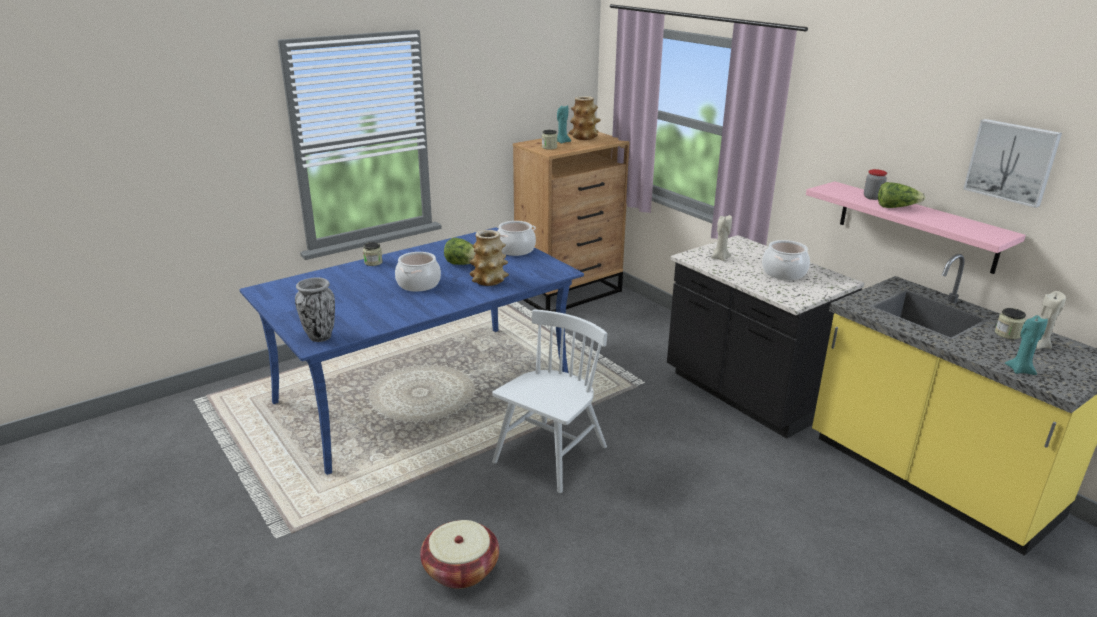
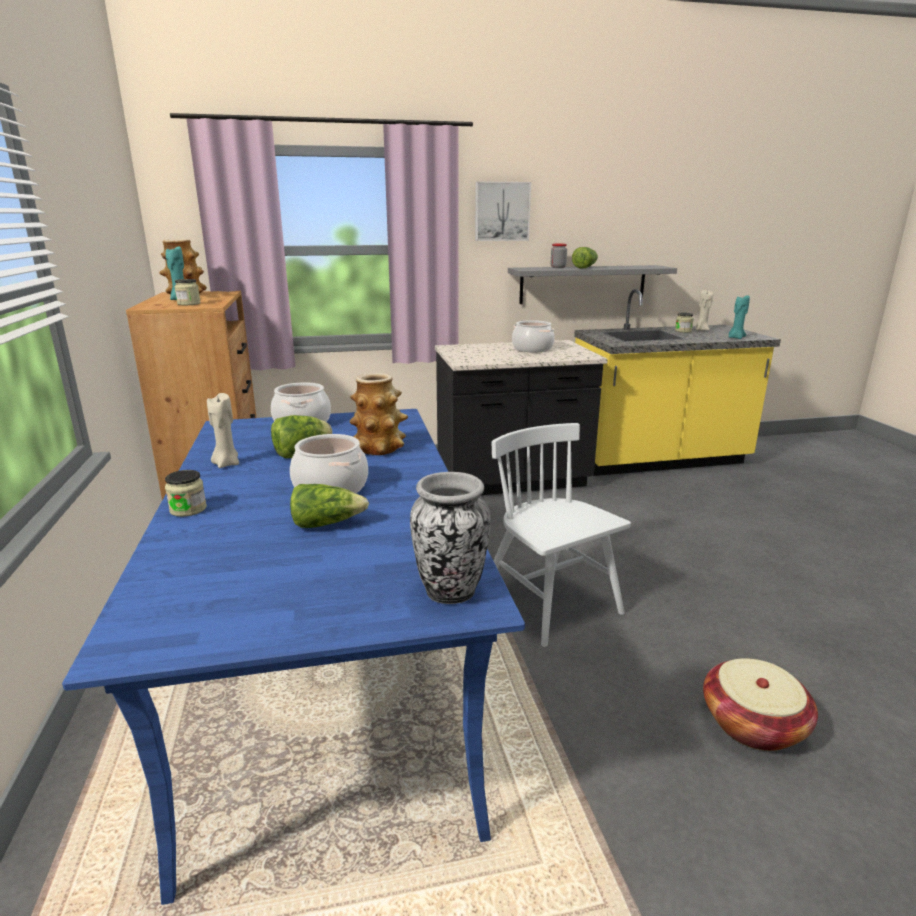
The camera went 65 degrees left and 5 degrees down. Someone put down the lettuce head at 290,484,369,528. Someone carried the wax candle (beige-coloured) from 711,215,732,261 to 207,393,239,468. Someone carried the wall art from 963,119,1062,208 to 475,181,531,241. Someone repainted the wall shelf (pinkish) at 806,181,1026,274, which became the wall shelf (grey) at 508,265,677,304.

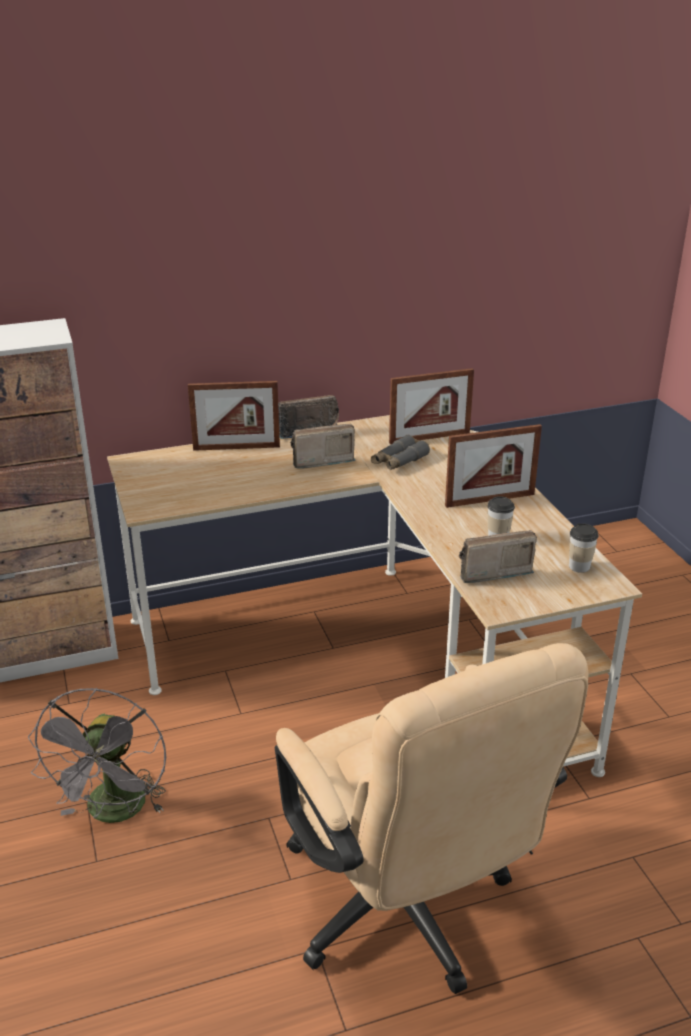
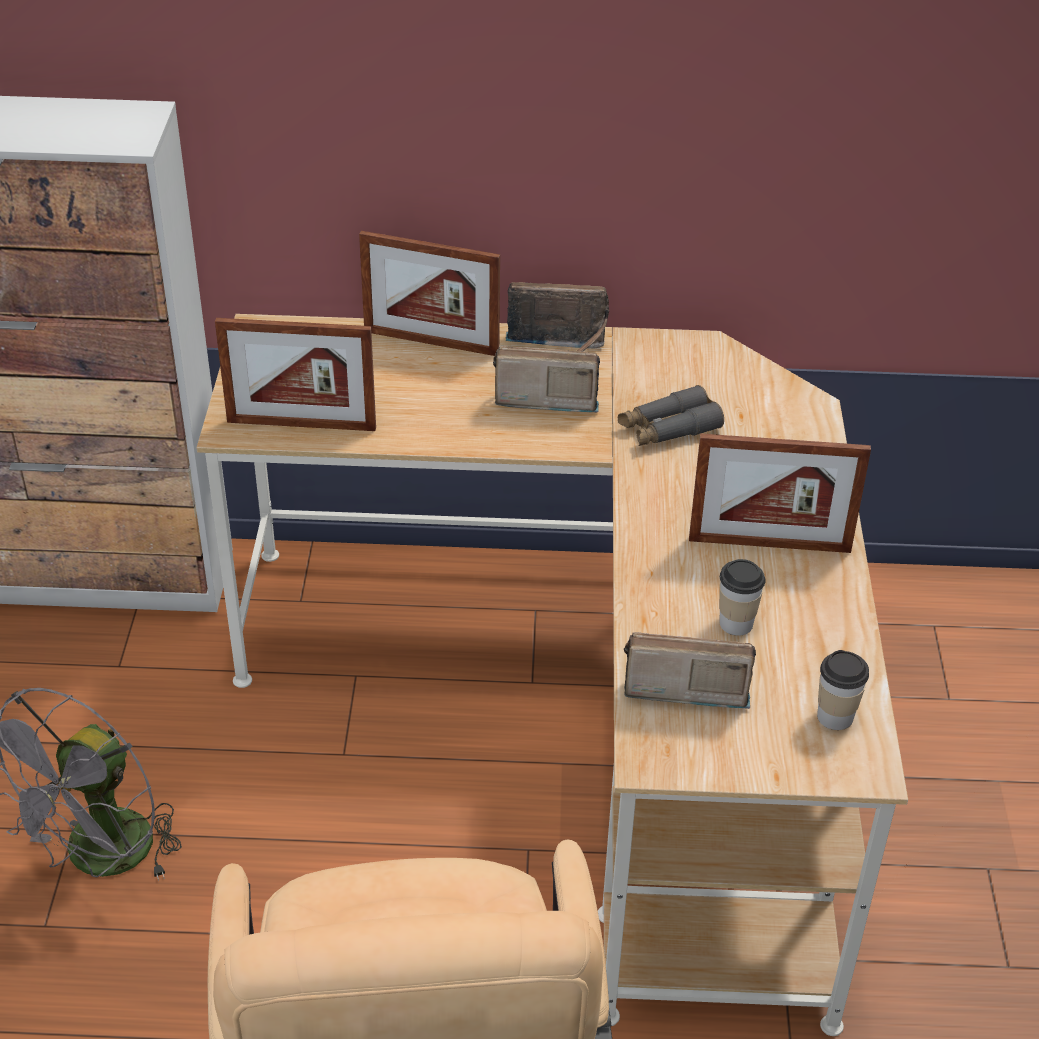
The camera went 20 degrees right and 10 degrees up. Someone carried the standing frame from 389,368,474,444 to 215,318,376,431.

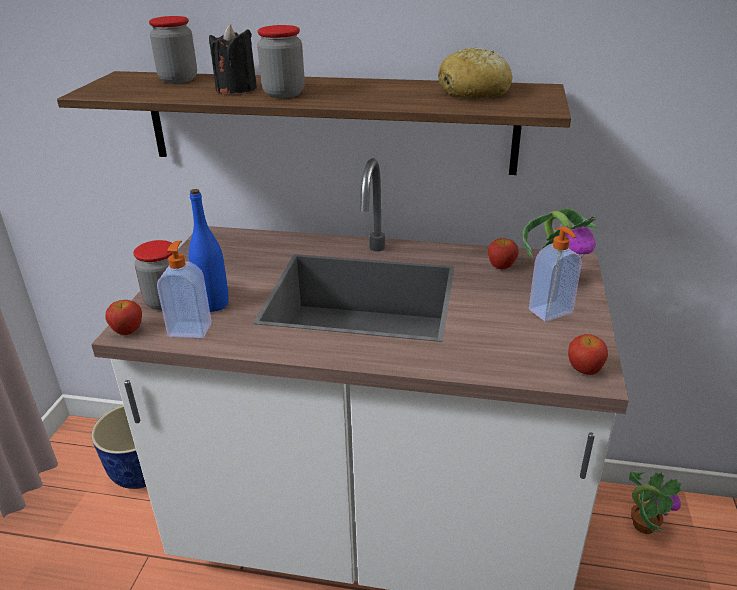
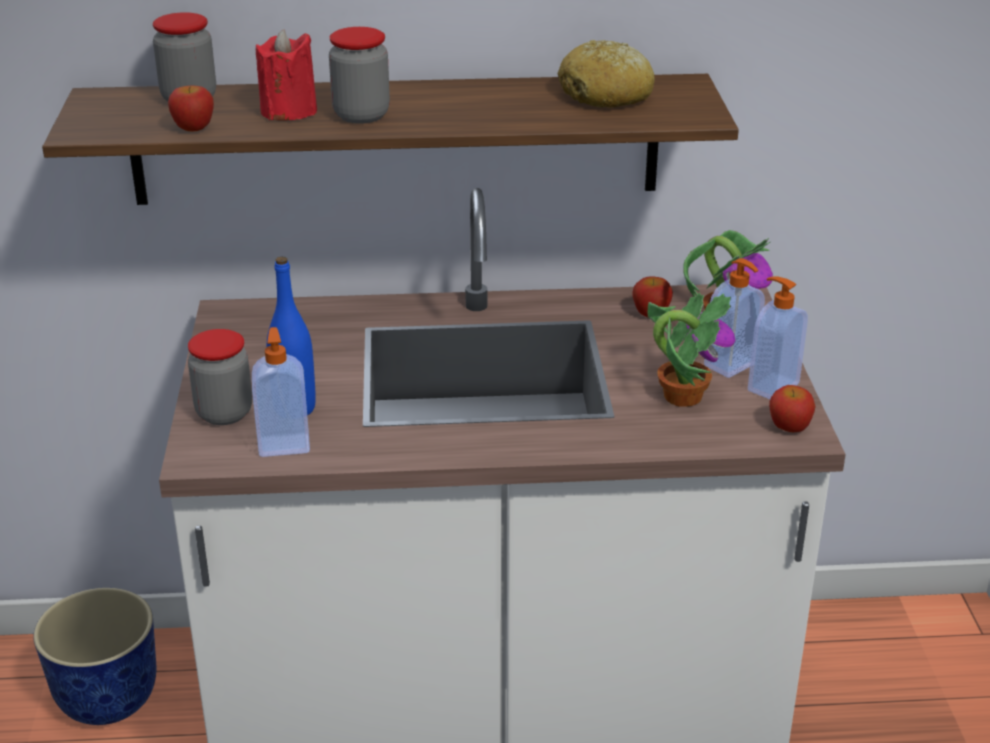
The camera went 15 degrees left and 0 degrees up. Someone put down the soap bottle at 748,276,808,399. Someone carried the whole apple from 105,300,142,335 to 168,85,214,131. Someone carried the potted plant from 629,471,682,534 to 648,292,735,407. Someone repainted the wax candle (blackish) at 209,24,257,93, which became the wax candle (red-coloured) at 255,29,317,121.

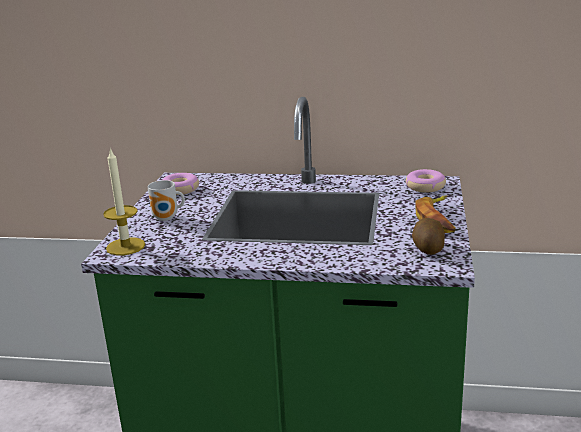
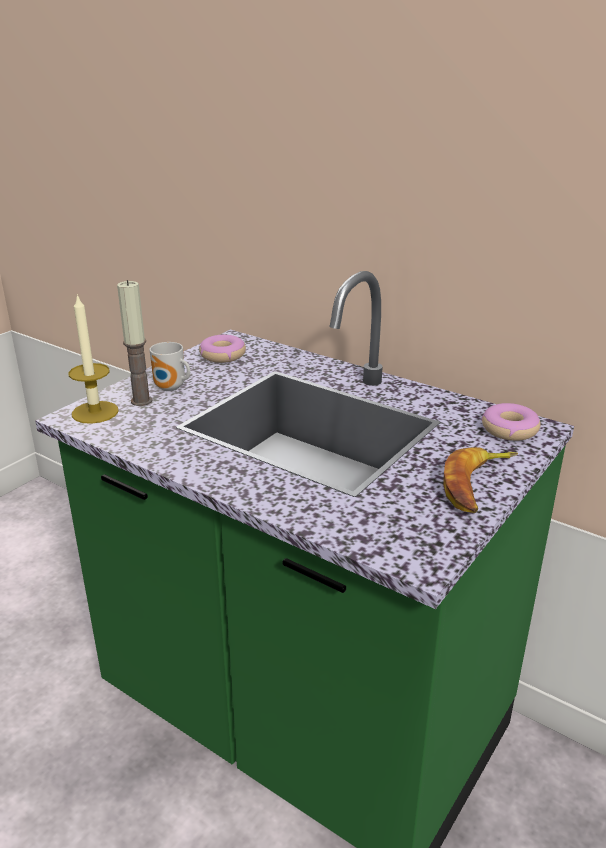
The camera went 25 degrees right and 5 degrees up. Someone took away the spud at 412,218,445,255. Someone put down the wax candle at 117,280,152,406.

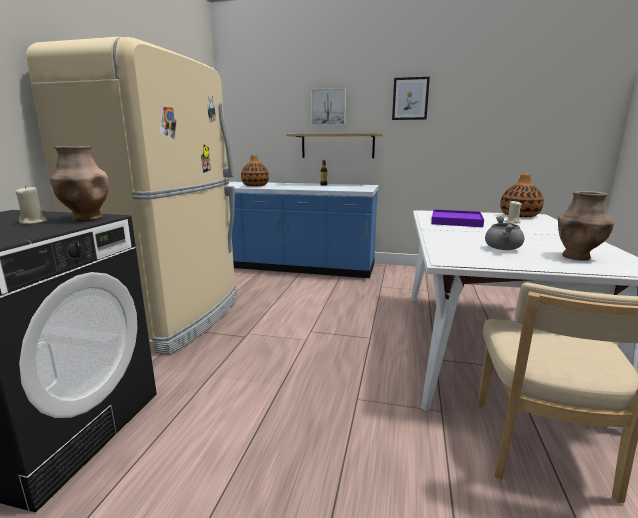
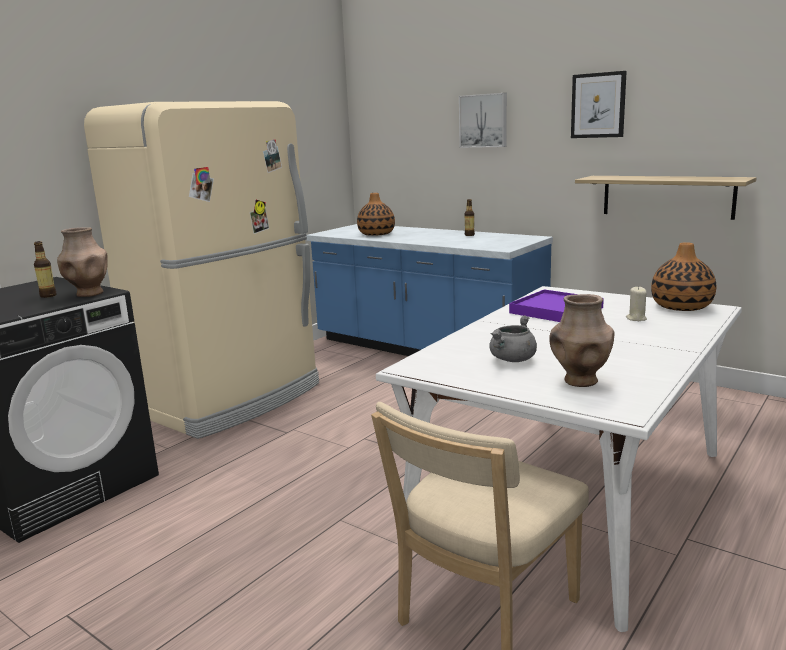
The camera went 25 degrees right and 0 degrees up. Someone carried the wall shelf from 286,133,384,158 to 575,176,757,220. Someone swapped the wax candle (beige-coloured) at 15,185,47,224 for the drink bottle at 34,241,57,298.

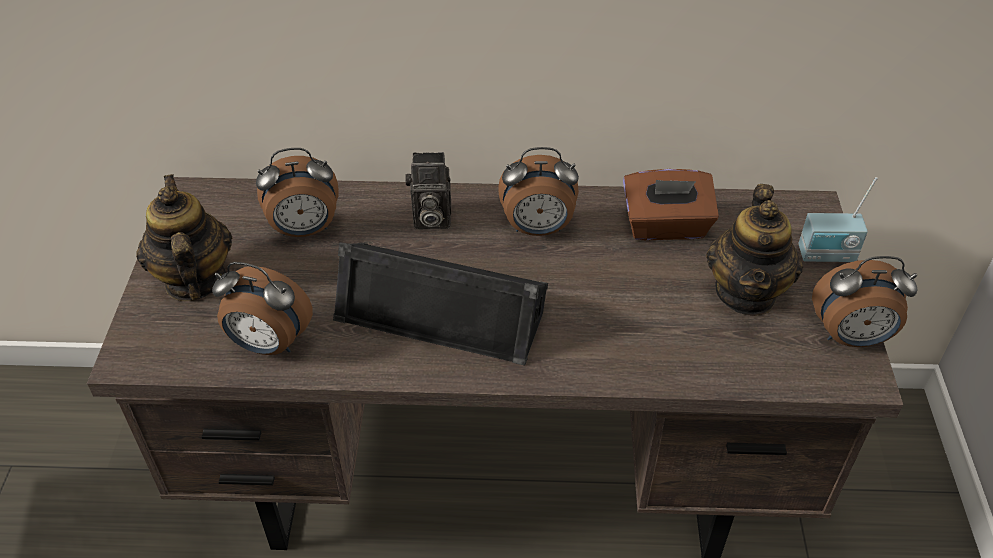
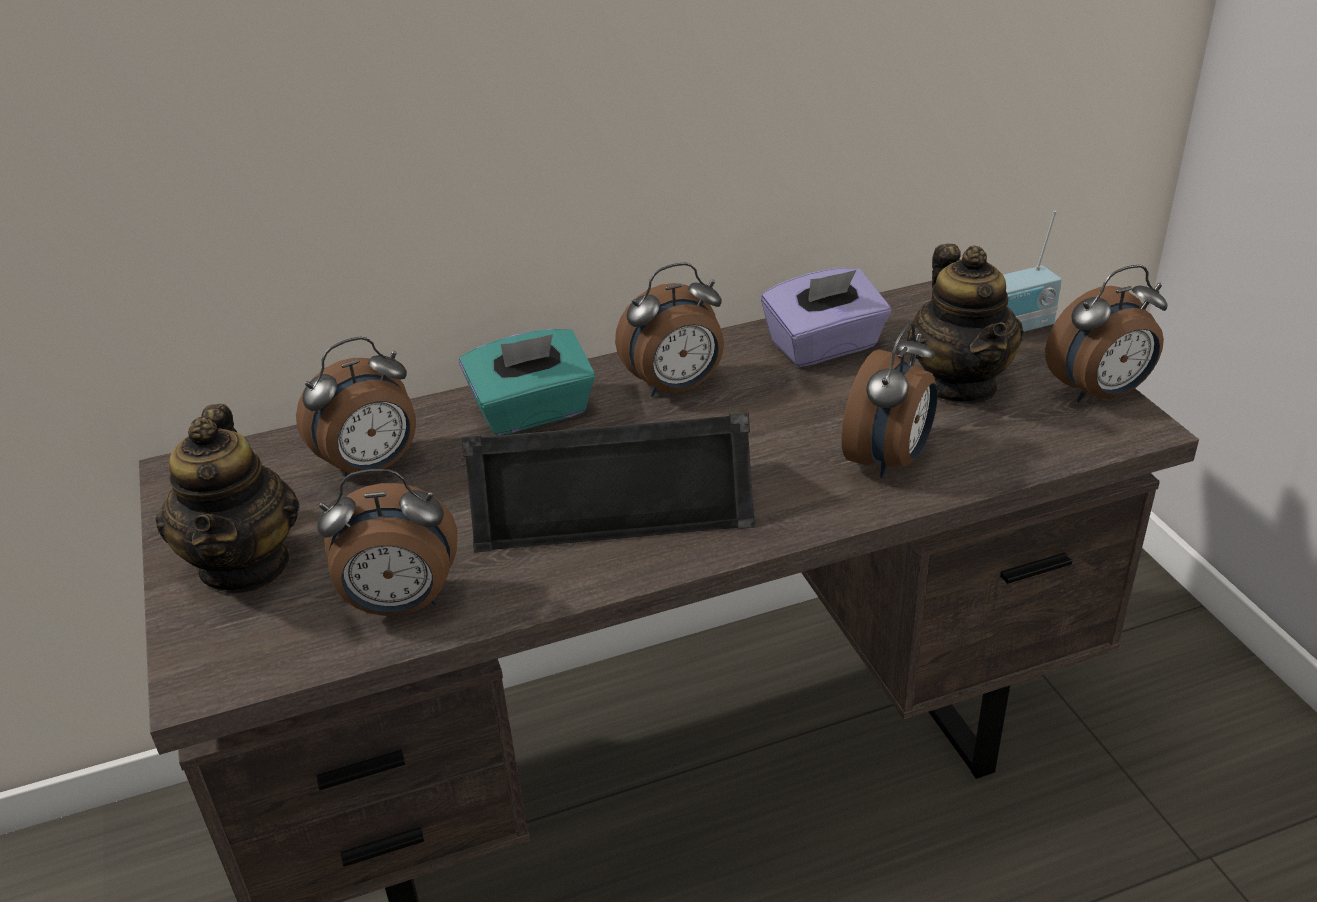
The camera went 20 degrees left and 10 degrees down. Someone put down the alarm clock at 841,323,938,478. Someone swapped the photo camera at 405,152,451,229 for the box of tissues (turquoise-coloured) at 459,329,596,436. Someone repainted the box of tissues (brownish) at 623,169,719,240, which became the box of tissues (purple) at 761,268,891,367. Someone rotated the teapot at 136,174,232,301 by 150 degrees counterclockwise.

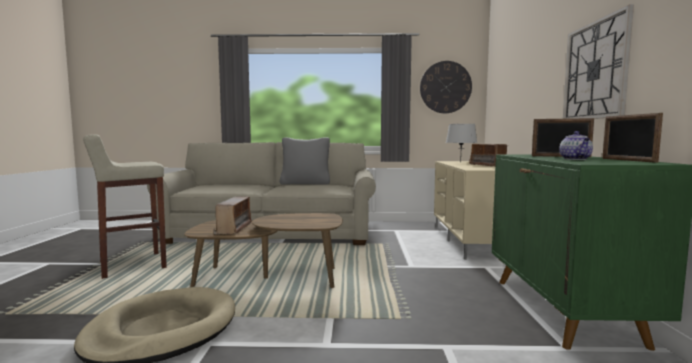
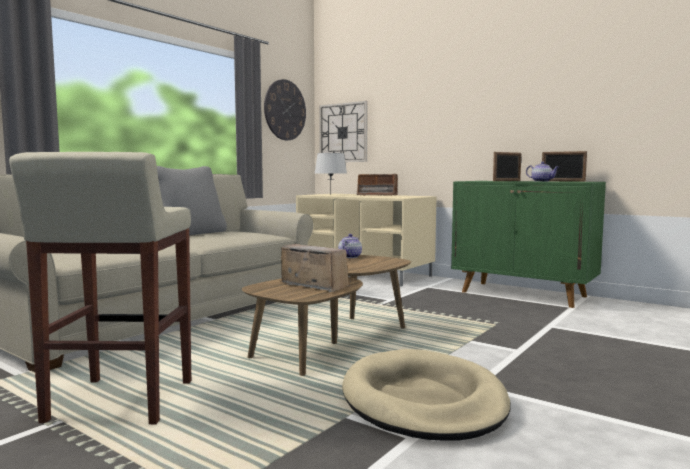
The camera went 55 degrees left and 0 degrees up. Someone put down the teapot at 338,234,362,258. Someone carried the wall clock from 563,4,634,119 to 319,101,368,162.

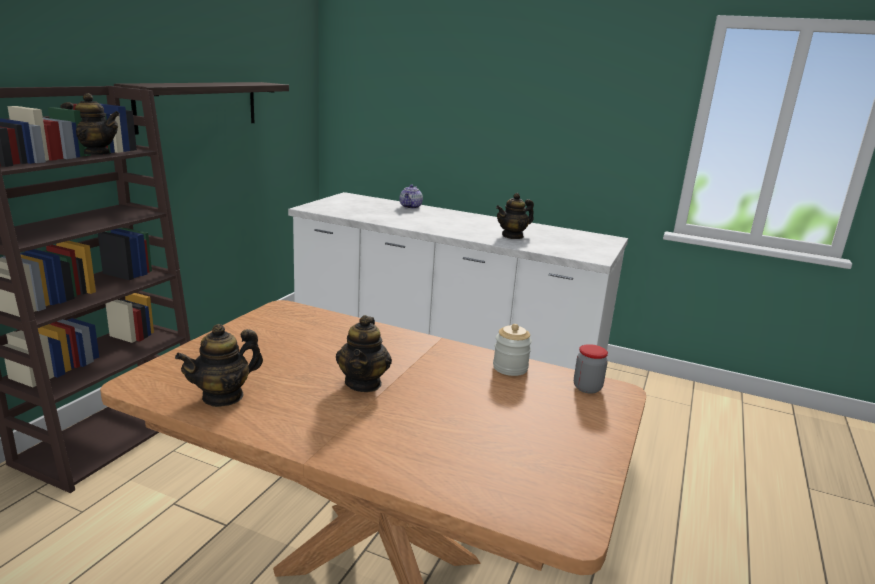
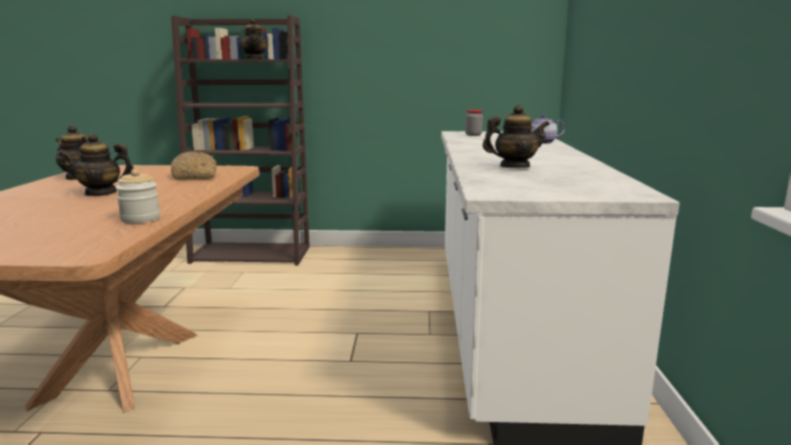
The camera went 70 degrees right and 5 degrees down. Someone took away the wall shelf at 114,82,289,135. Someone put down the baked bread at 171,151,217,180. Someone carried the preserve jar from 574,344,608,394 to 465,110,483,136. Someone rotated the teapot at 496,193,534,239 by 135 degrees clockwise.

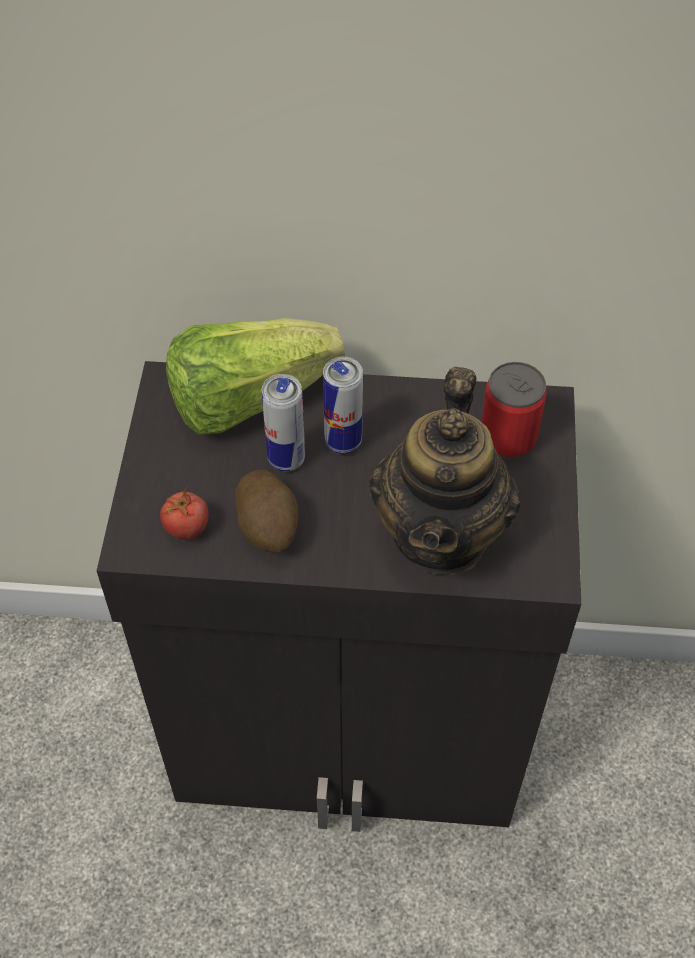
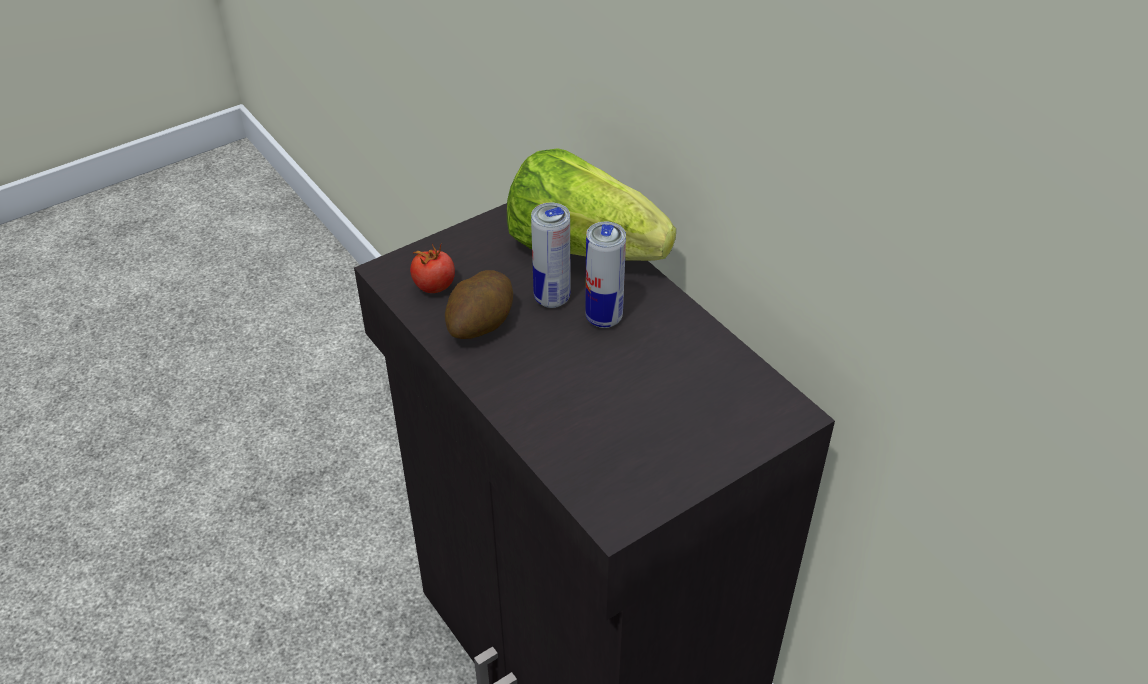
The camera went 50 degrees right and 10 degrees down. Someone took away the teapot at 369,367,521,575. Someone took away the can at 481,362,546,459.

